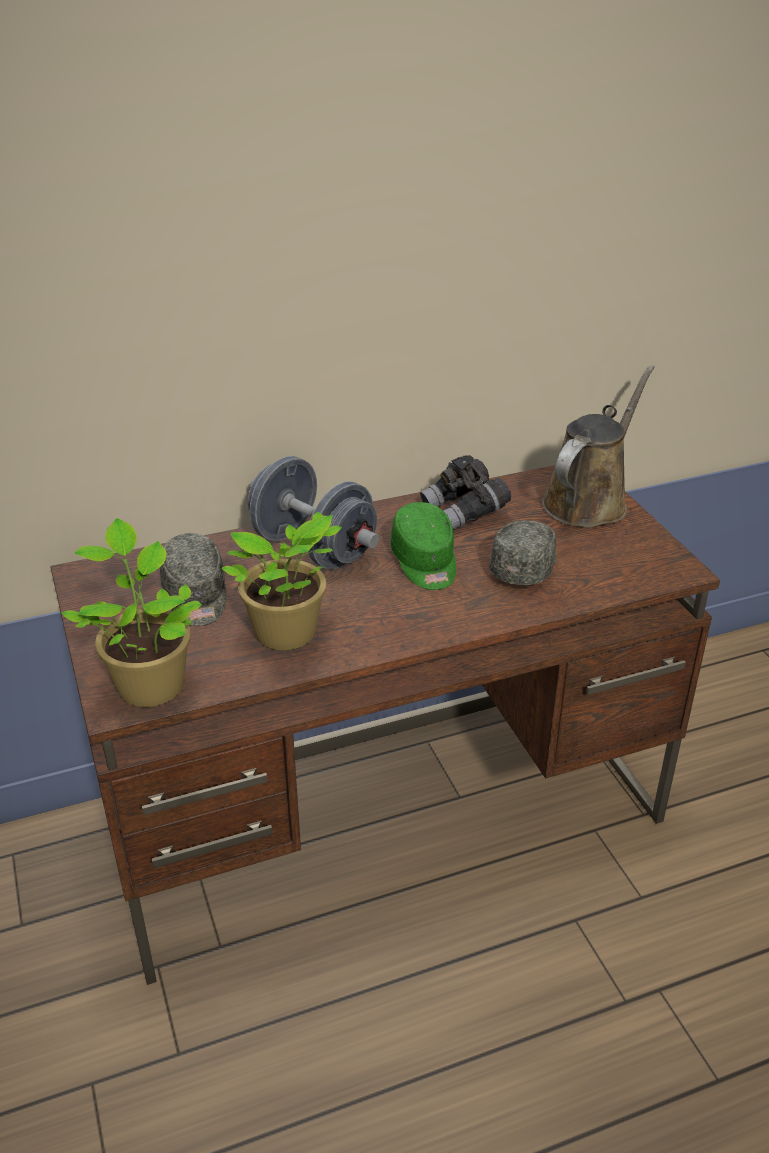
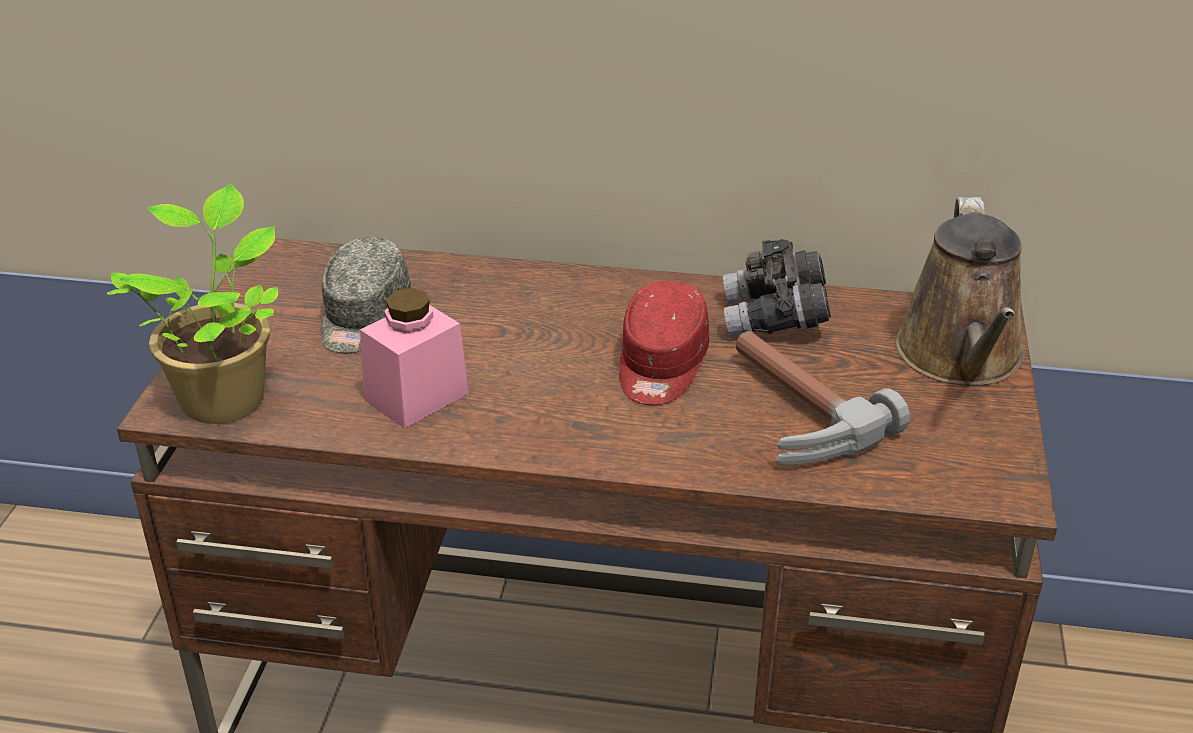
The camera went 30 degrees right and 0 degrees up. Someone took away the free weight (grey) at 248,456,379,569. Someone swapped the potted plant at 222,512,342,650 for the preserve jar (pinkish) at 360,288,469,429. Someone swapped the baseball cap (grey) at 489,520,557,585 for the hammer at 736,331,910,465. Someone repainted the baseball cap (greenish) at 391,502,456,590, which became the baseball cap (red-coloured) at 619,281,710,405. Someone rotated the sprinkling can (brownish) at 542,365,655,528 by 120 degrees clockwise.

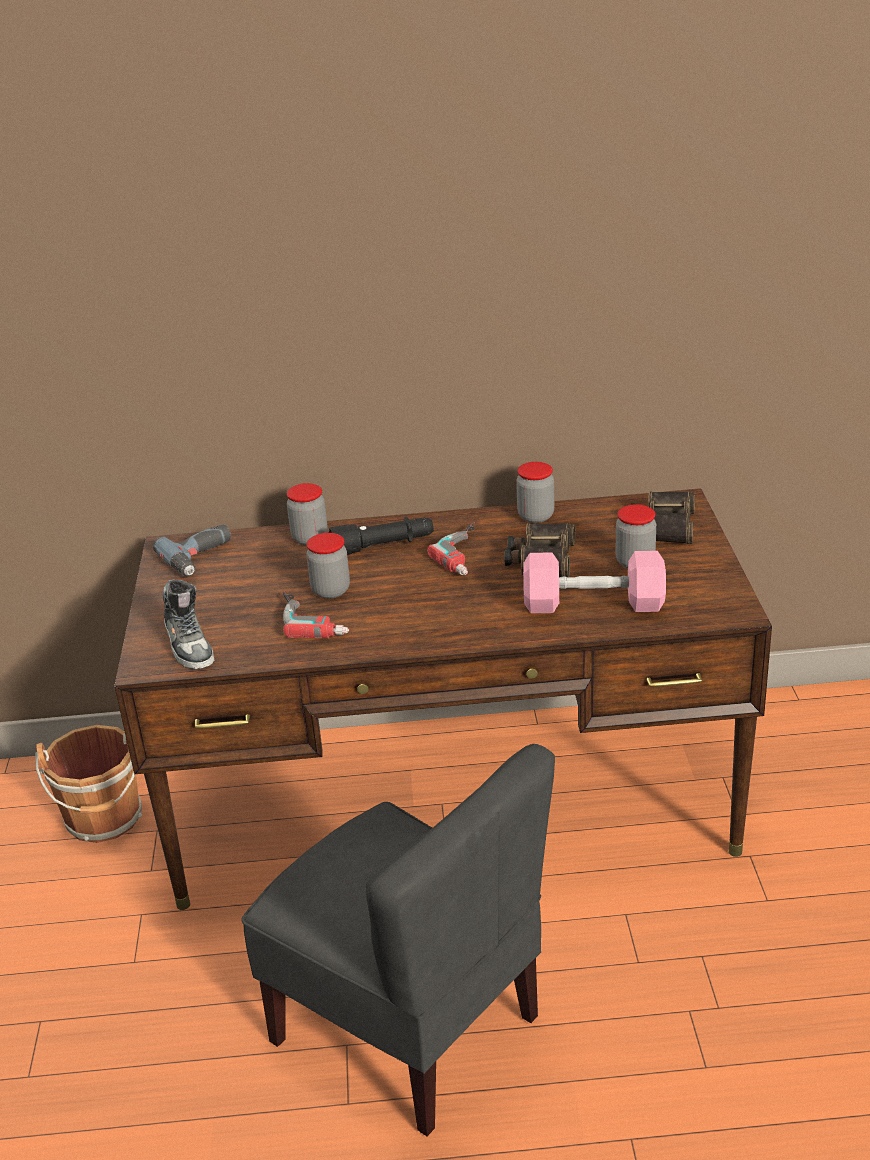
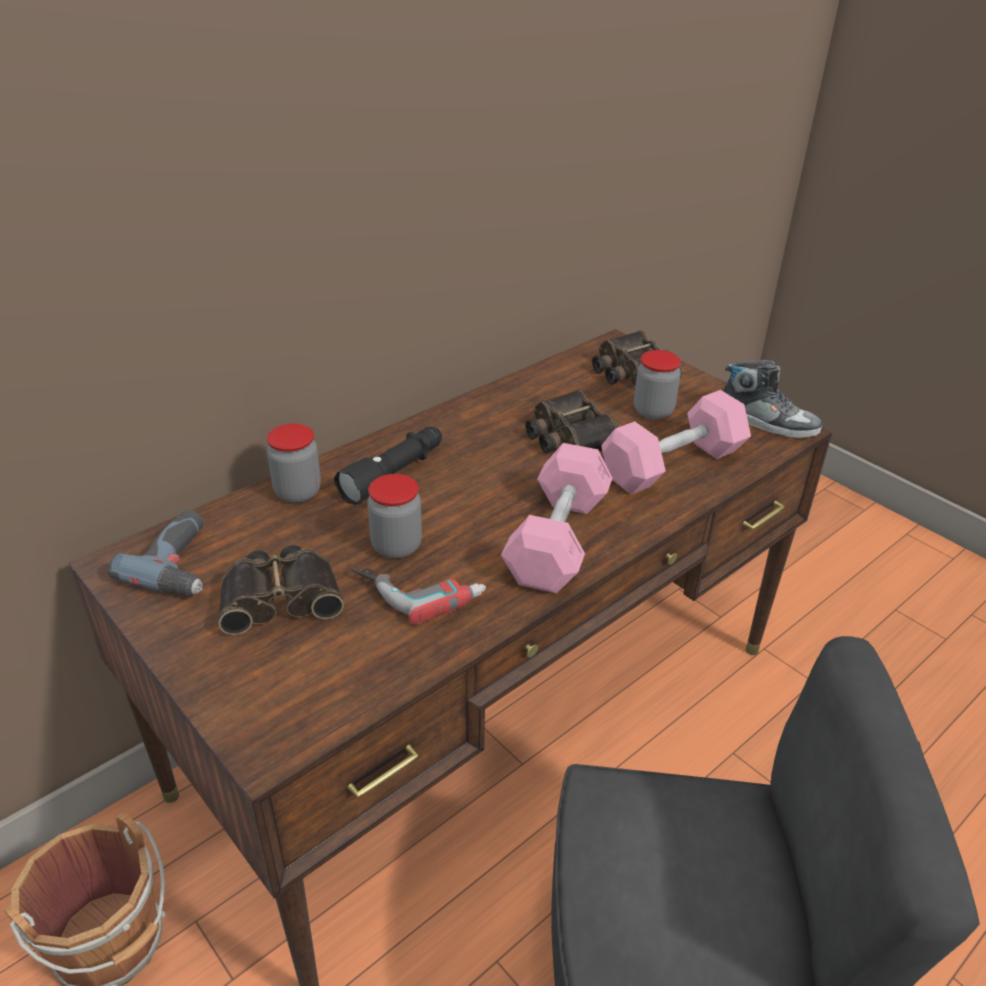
The camera went 40 degrees left and 5 degrees up. Someone took away the power drill at 427,523,475,575. Someone took away the preserve jar at 516,462,554,523. Someone put down the binoculars at 218,545,344,635. Someone put down the free weight (pinkish) at 501,443,613,594. Someone carried the low shoe from 163,579,214,669 to 723,360,822,439.

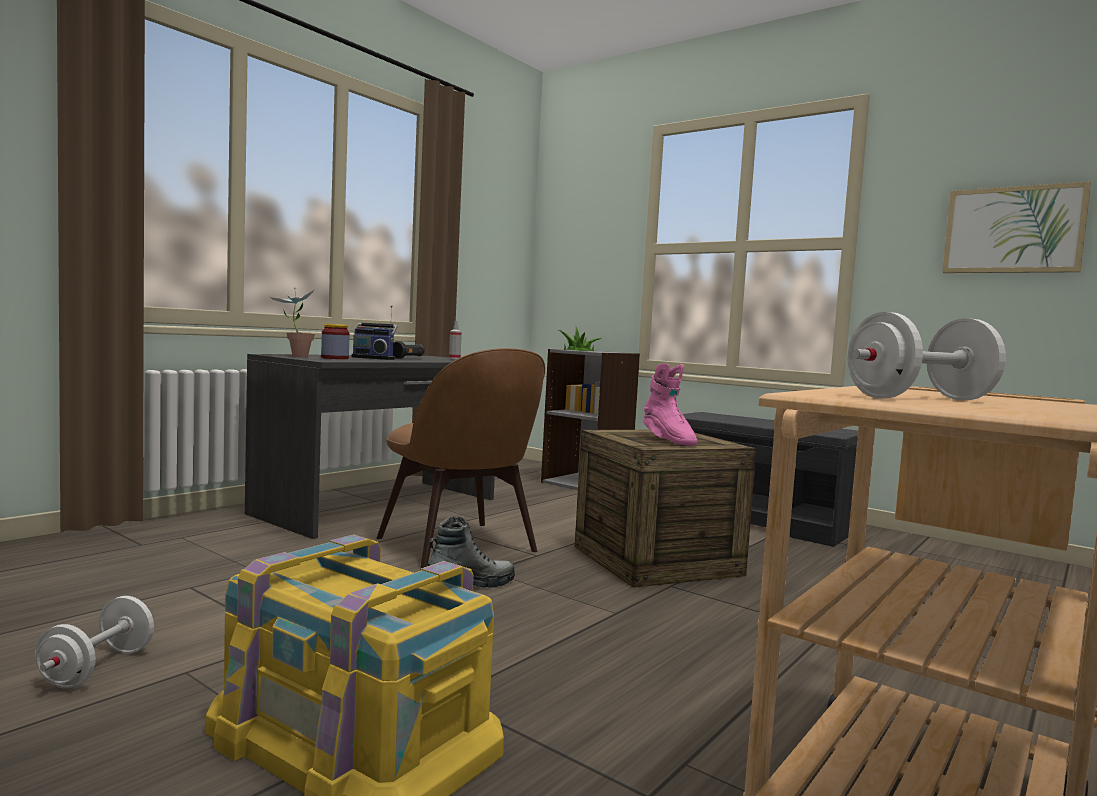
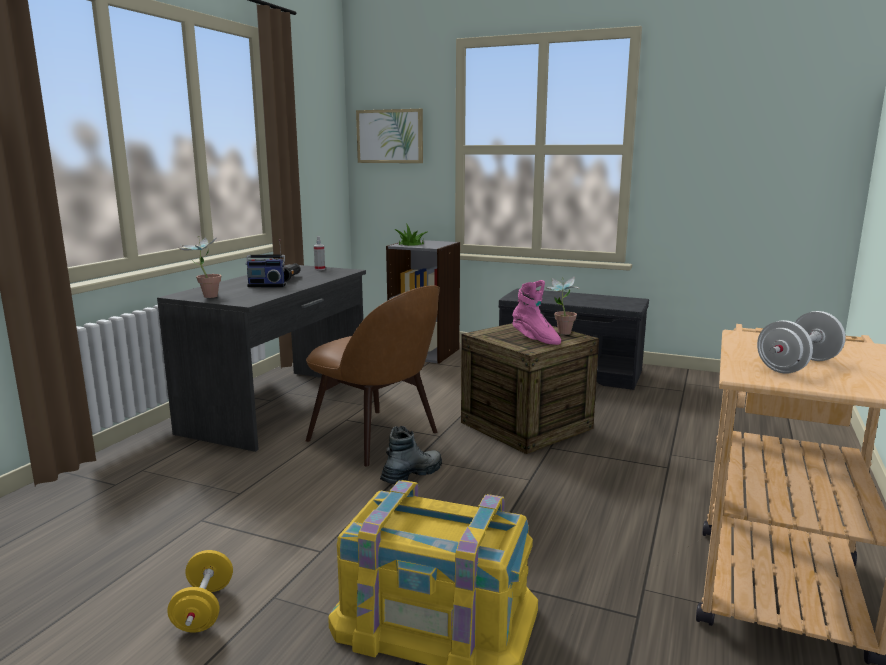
The camera went 15 degrees left and 10 degrees up. Someone took away the preserve jar at 321,324,350,359. Someone put down the potted plant at 545,276,580,335. Someone carried the wall art from 942,181,1091,273 to 356,109,423,163. Someone repainted the free weight (white) at 35,596,154,689, which became the free weight (yellow-coloured) at 167,550,233,632.

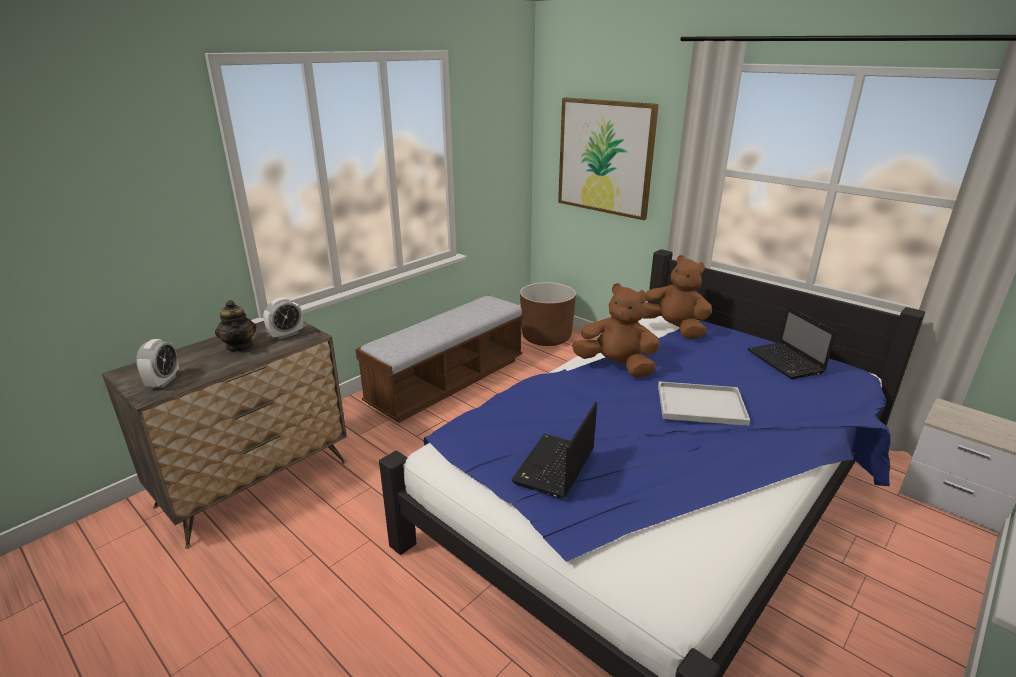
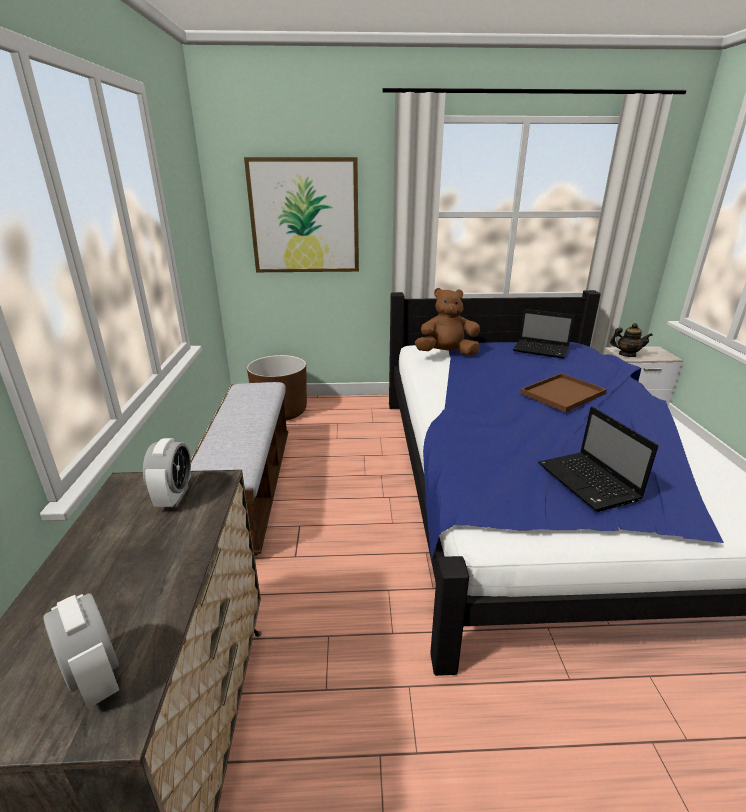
The camera went 45 degrees left and 0 degrees up. Someone took away the plush toy (brownish) at 572,283,660,378. Someone carried the teapot from 215,300,257,352 to 610,323,653,357. Someone repainted the tray (white) at 658,381,750,426, which became the tray (brownish) at 520,373,607,413.

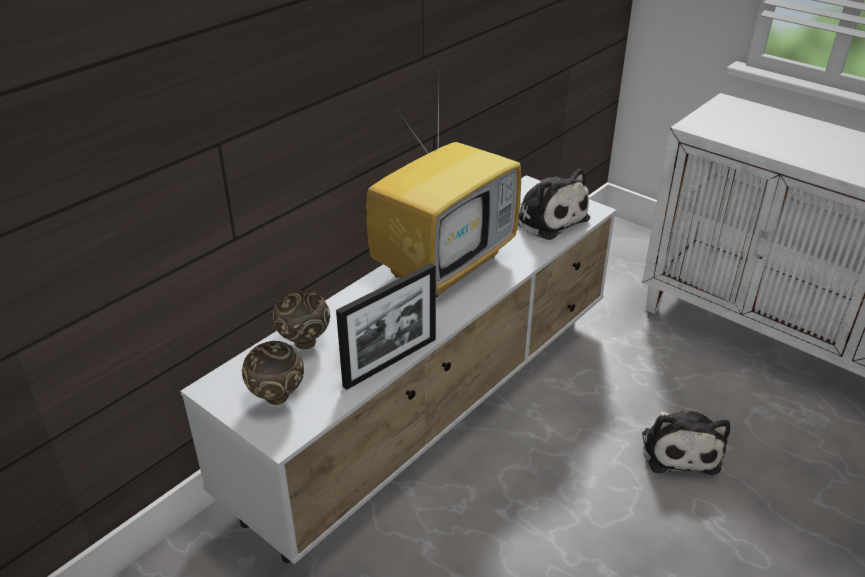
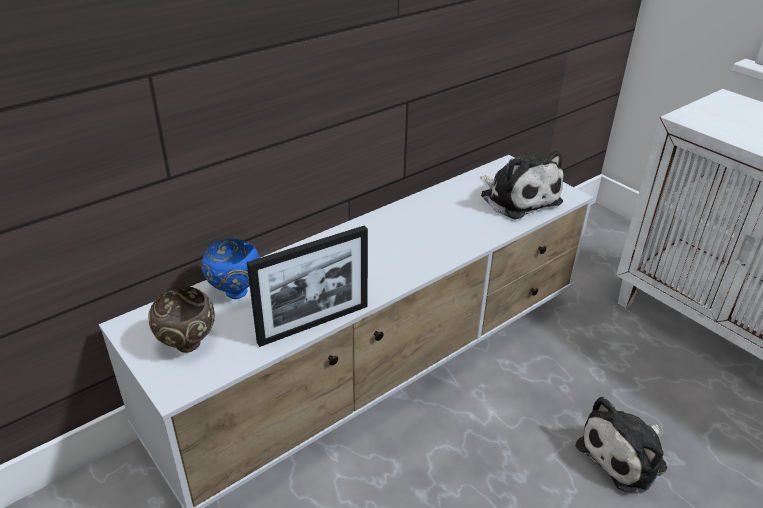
The camera went 10 degrees right and 0 degrees up. Someone took away the television at 366,77,521,297. Someone repainted the deep dish (brownish) at 272,291,330,350, which became the deep dish (bluish) at 202,239,260,299. Someone rotated the plush toy at 642,410,730,475 by 45 degrees clockwise.

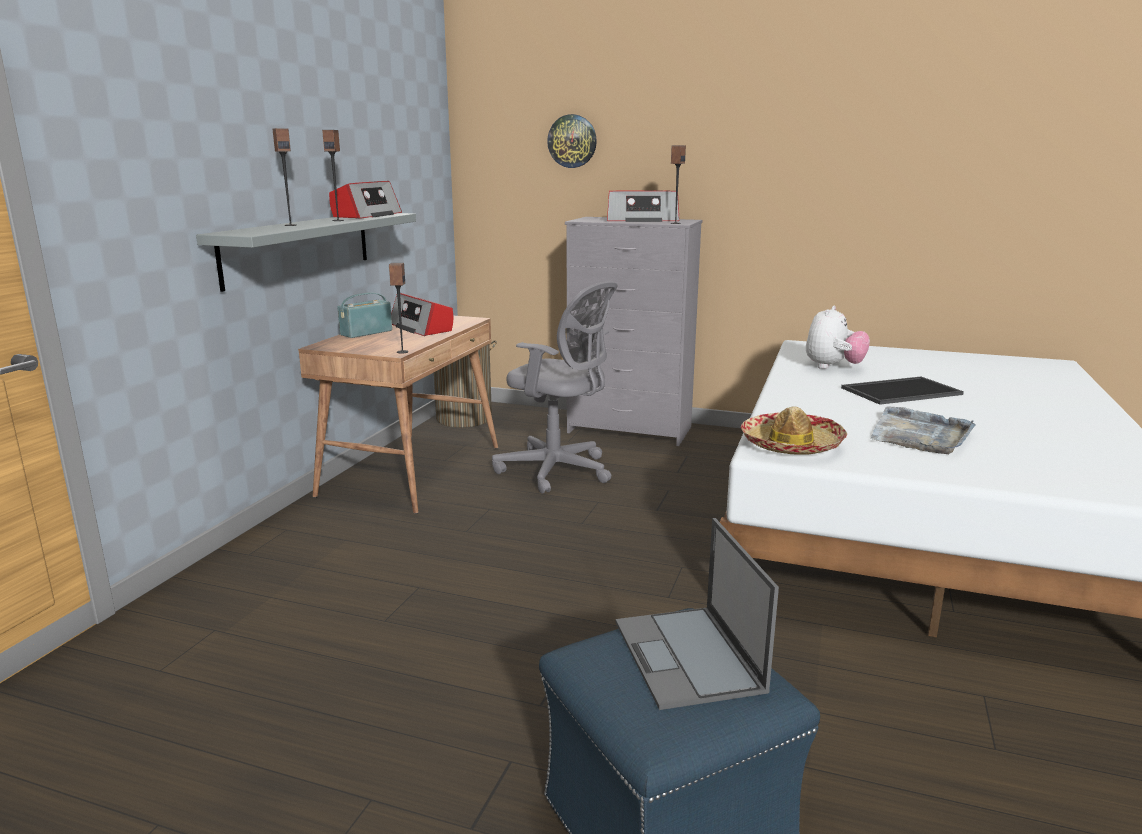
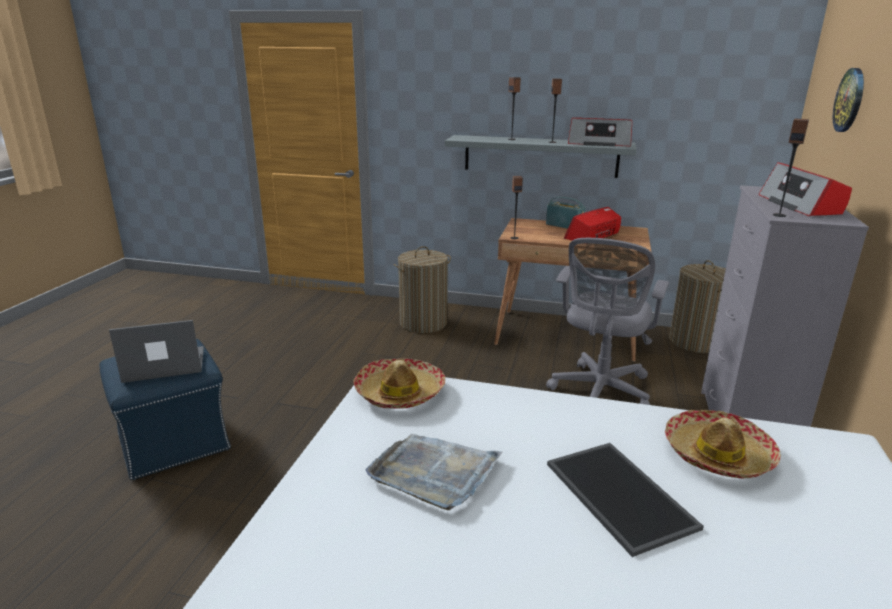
The camera went 85 degrees right and 5 degrees up. Someone put down the hamper at 394,246,451,333. Someone swapped the plush toy at 806,306,870,369 for the hat at 665,410,781,478.

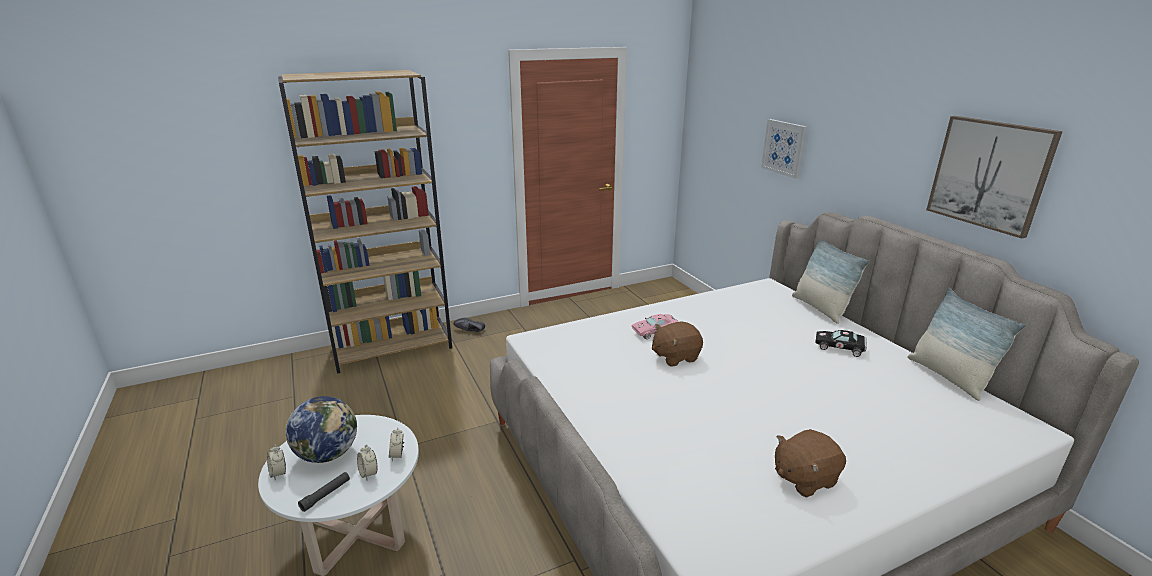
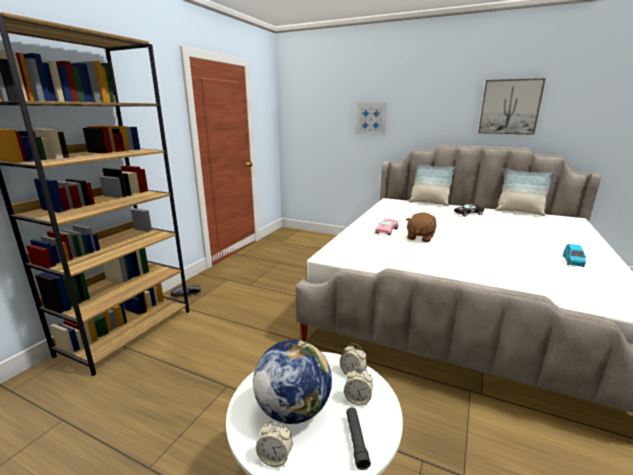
The camera went 40 degrees left and 5 degrees down. Someone swapped the plush toy (brownish) at 775,429,846,498 for the model car (bluish) at 563,244,587,267.

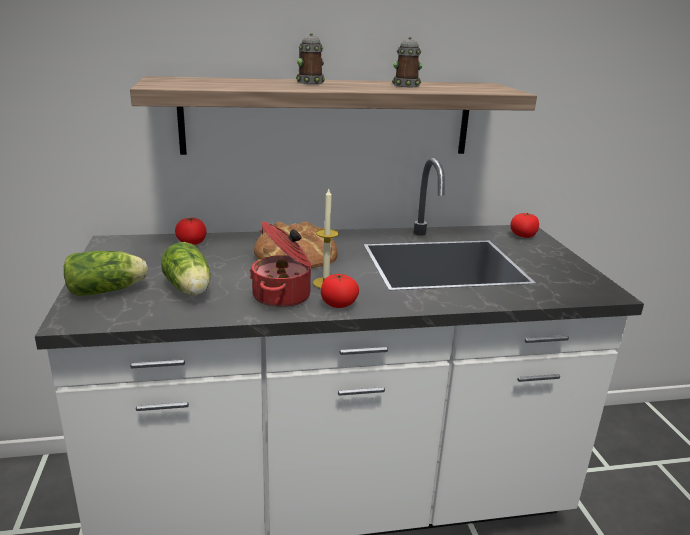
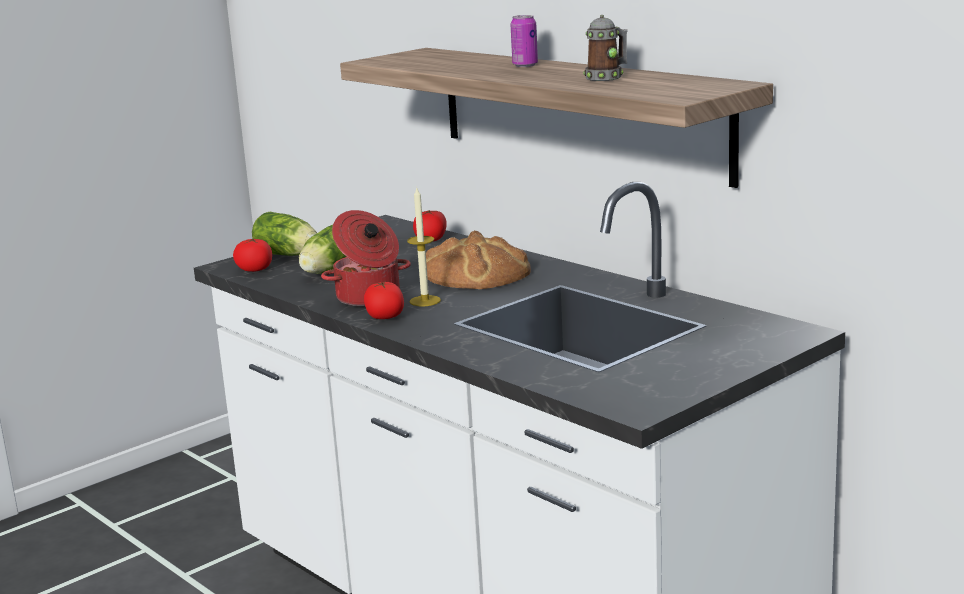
The camera went 60 degrees right and 5 degrees down. Someone carried the fresh tomato from 510,213,539,238 to 233,238,272,272. Someone swapped the coffee mug at 296,33,325,84 for the can at 510,15,538,67.

